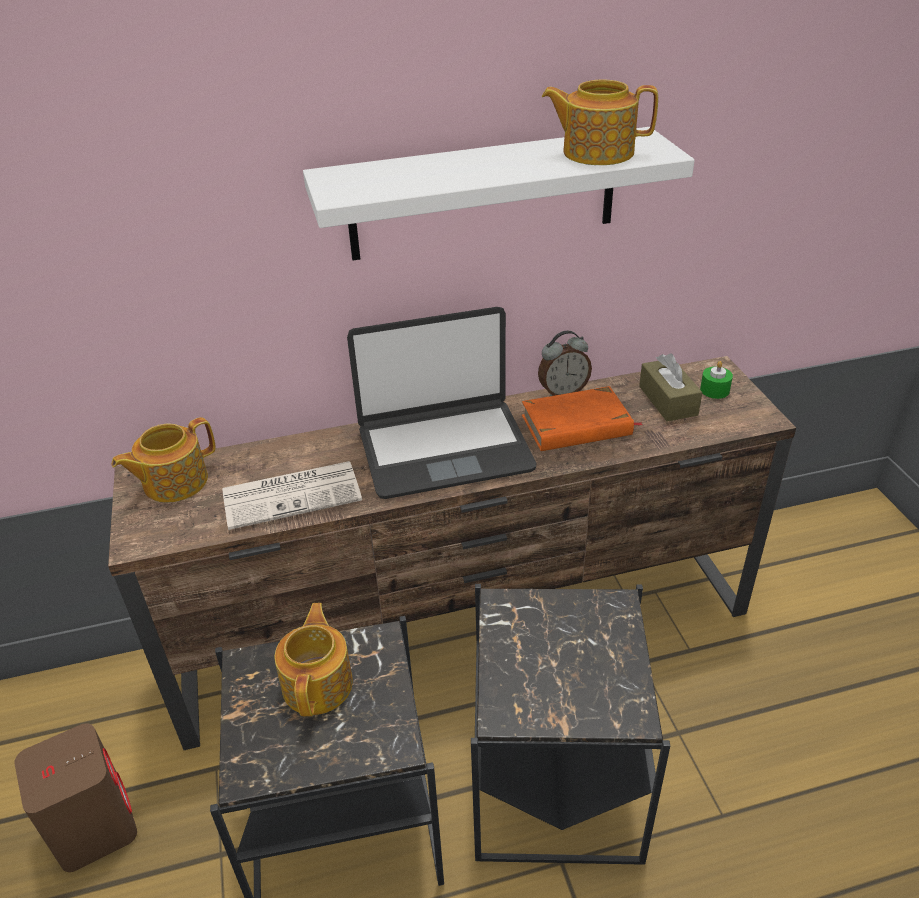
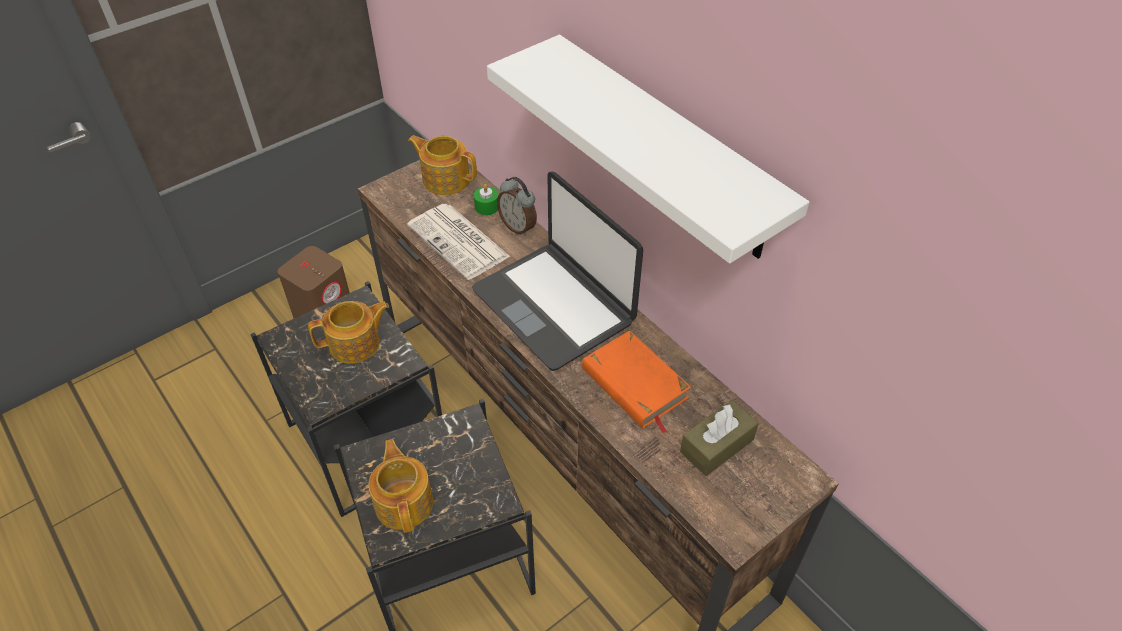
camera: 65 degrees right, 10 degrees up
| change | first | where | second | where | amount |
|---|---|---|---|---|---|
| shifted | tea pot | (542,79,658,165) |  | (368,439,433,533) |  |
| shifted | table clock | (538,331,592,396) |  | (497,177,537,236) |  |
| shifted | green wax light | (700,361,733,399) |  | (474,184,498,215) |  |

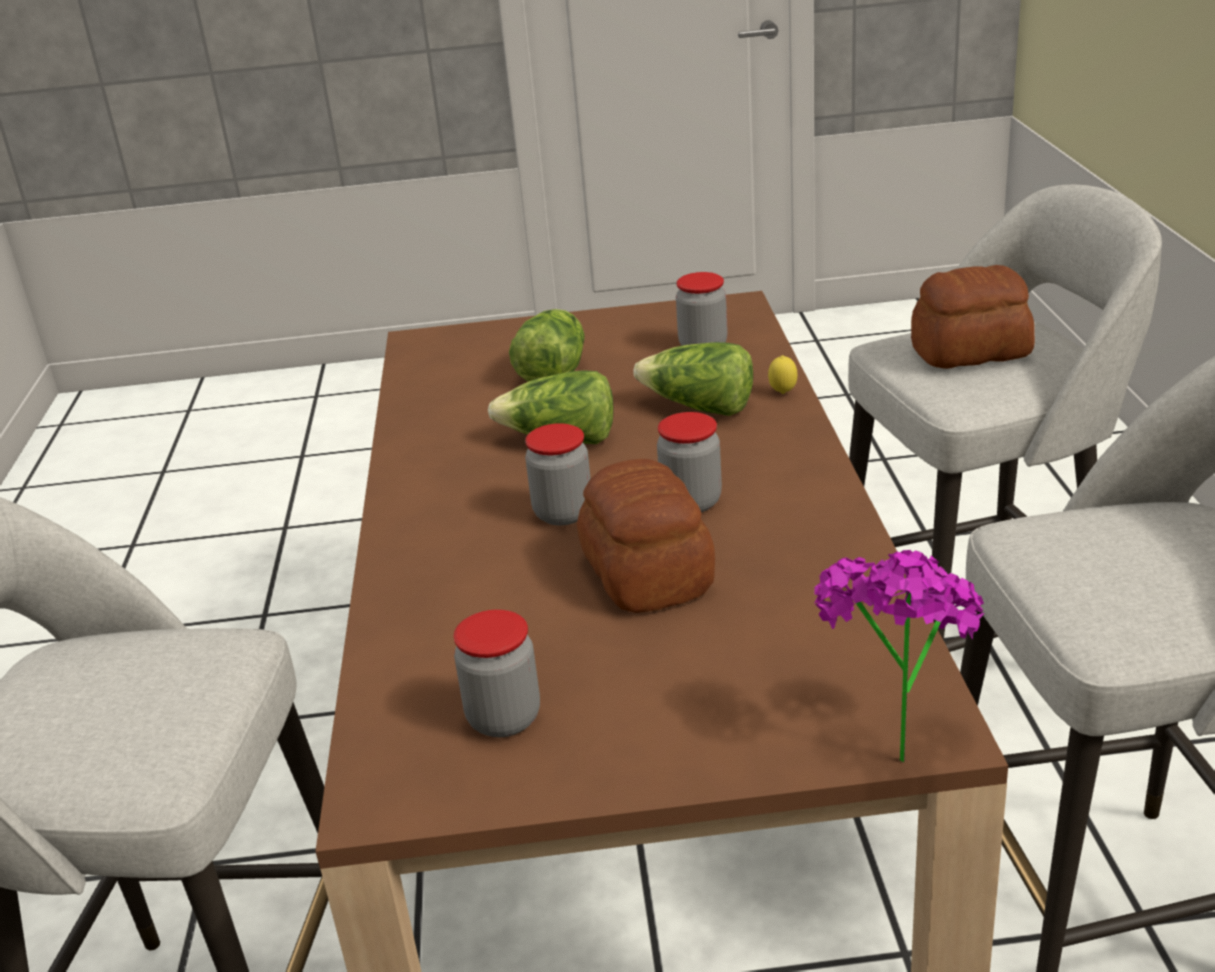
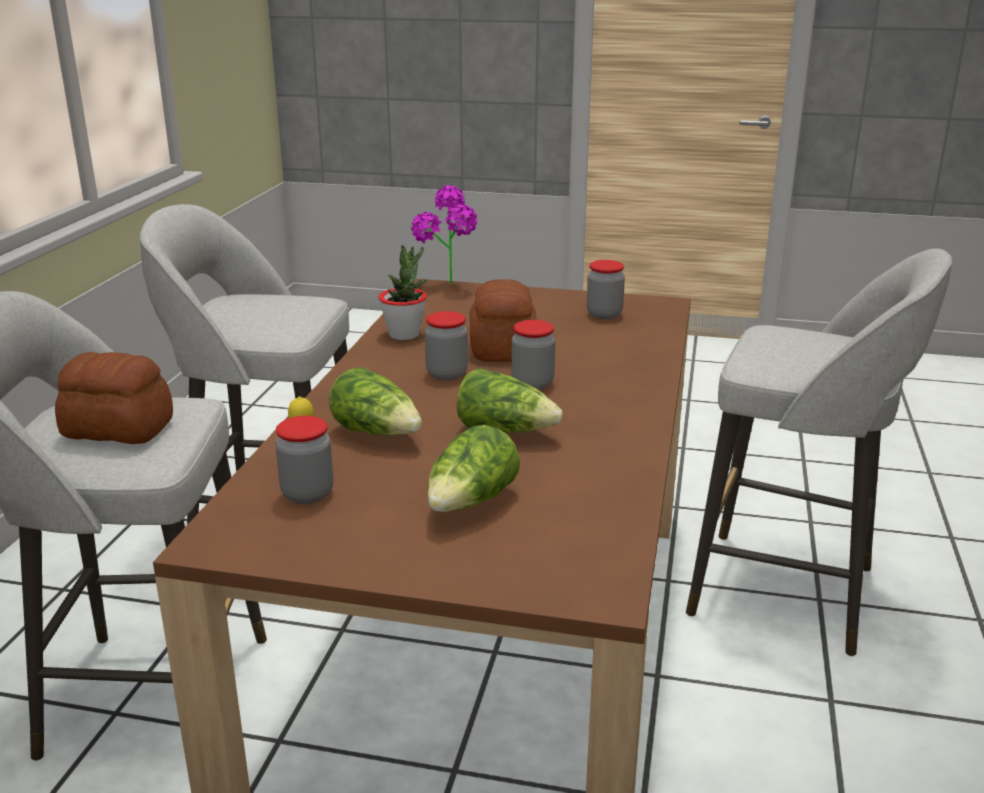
camera: 165 degrees left, 5 degrees down
| change | first | where | second | where | amount |
|---|---|---|---|---|---|
| new |  |  | potted plant | (378,245,427,340) |  |

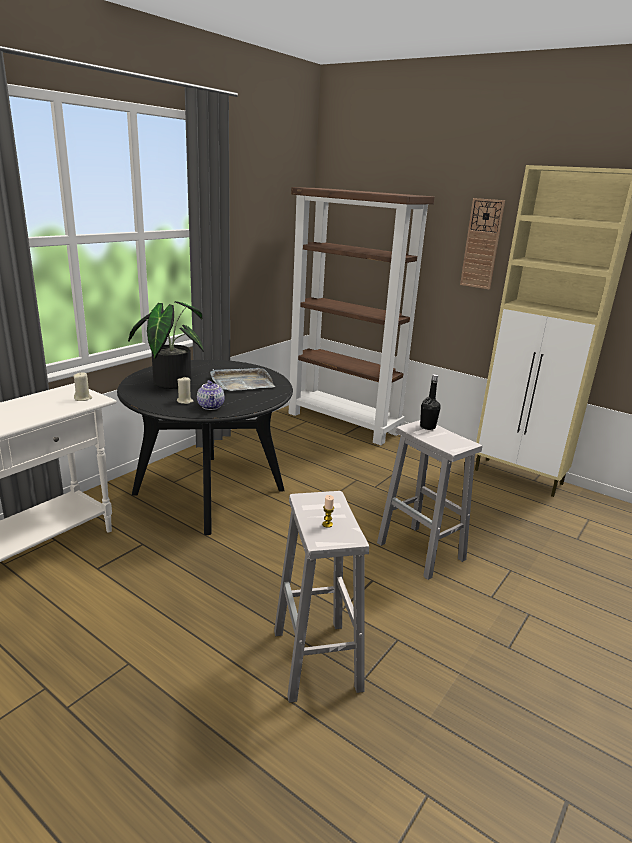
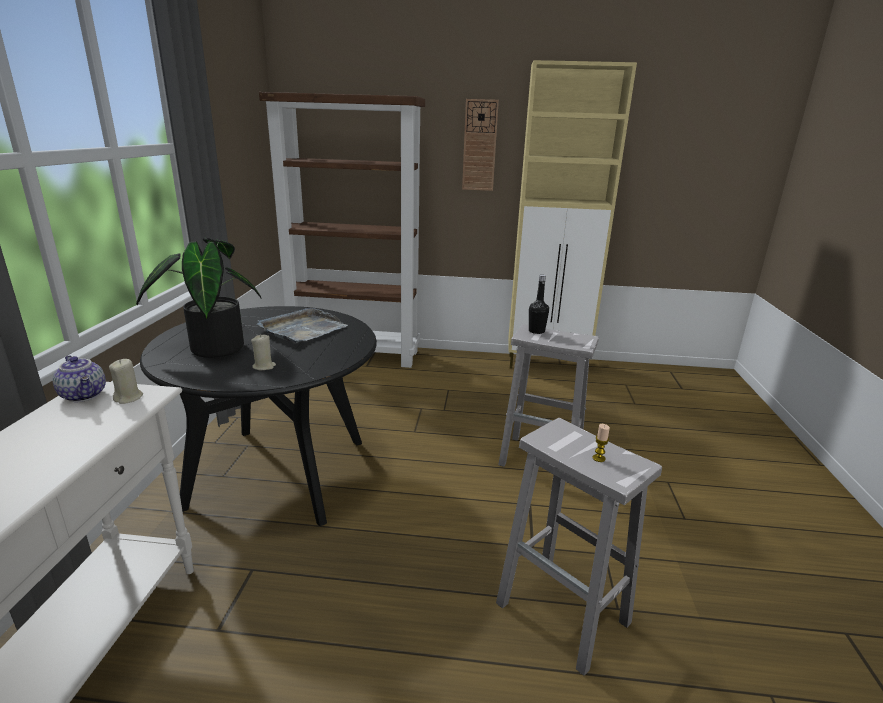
camera: 30 degrees left, 0 degrees up
| change | first | where | second | where | amount |
|---|---|---|---|---|---|
| shifted | tea pot | (197,380,225,410) |  | (53,355,106,402) |  |

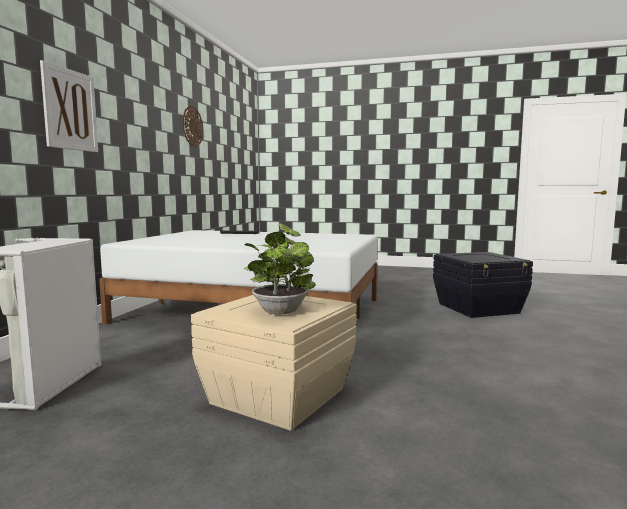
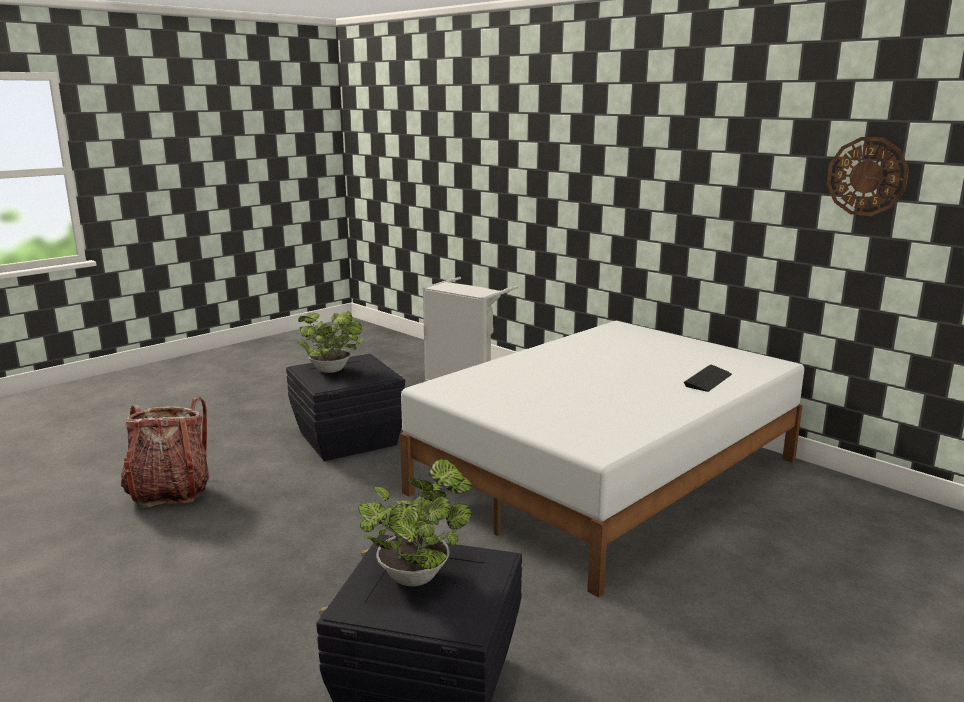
camera: 120 degrees right, 10 degrees up
| change | first | where | second | where | amount |
|---|---|---|---|---|---|
| gone | picture | (40,60,98,152) |  |  |  |
| repainted | sand-coloured storage box | (191,295,357,431) | blackish storage box | (286,354,405,461) |  |
| new |  |  | rucksack | (121,397,209,508) |  |
| new |  |  | potted plant | (358,459,472,586) |  |

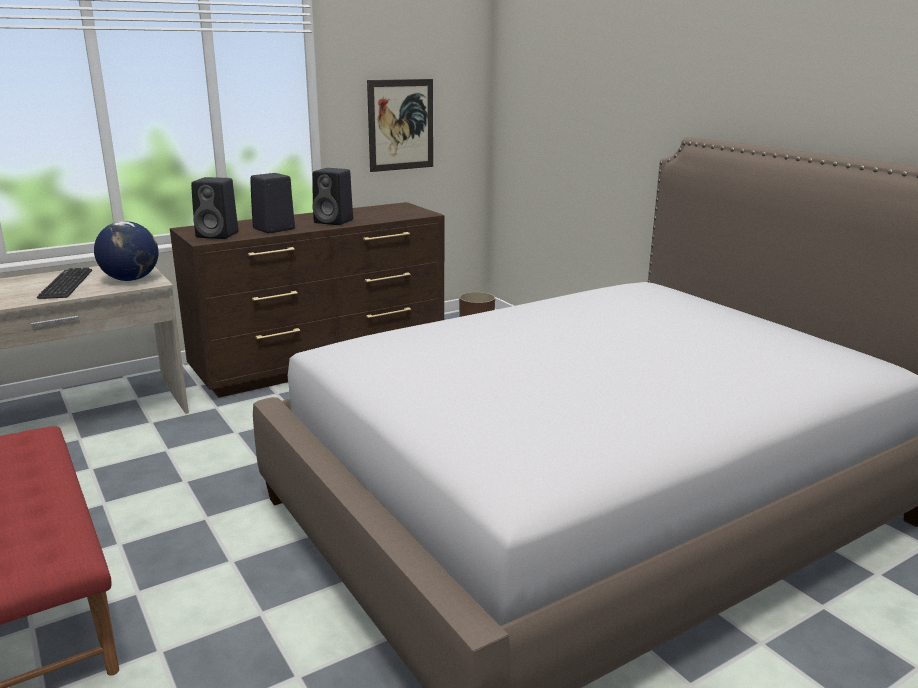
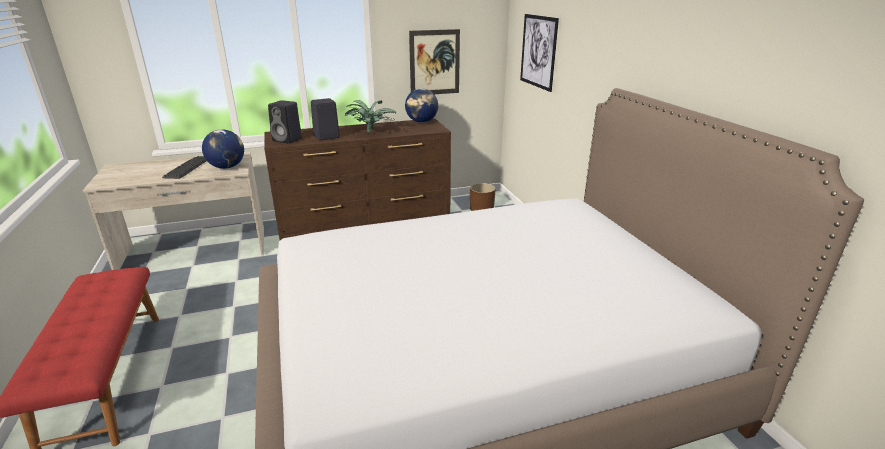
camera: 15 degrees right, 5 degrees up
| change | first | where | second | where | amount |
|---|---|---|---|---|---|
| swapped | blackish loudspeaker | (312,168,353,225) | potted plant | (344,100,396,134) |  |
| new |  |  | picture | (520,14,559,92) |  |
| new |  |  | globe | (405,88,438,123) |  |

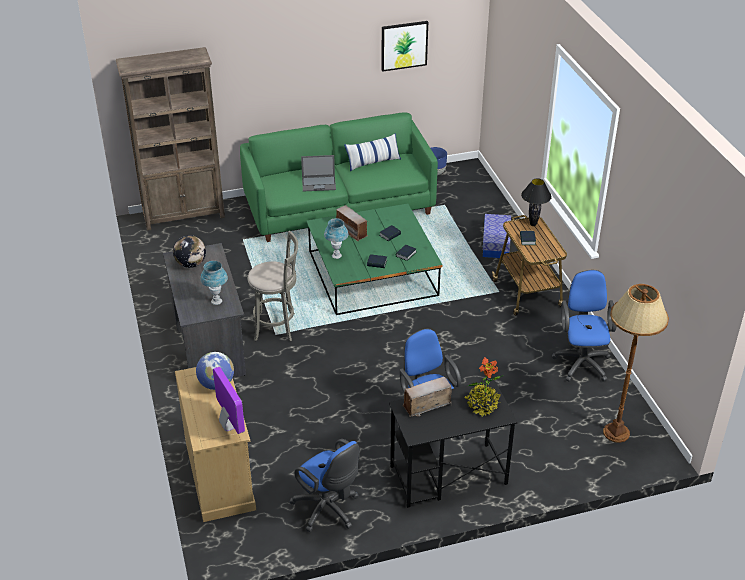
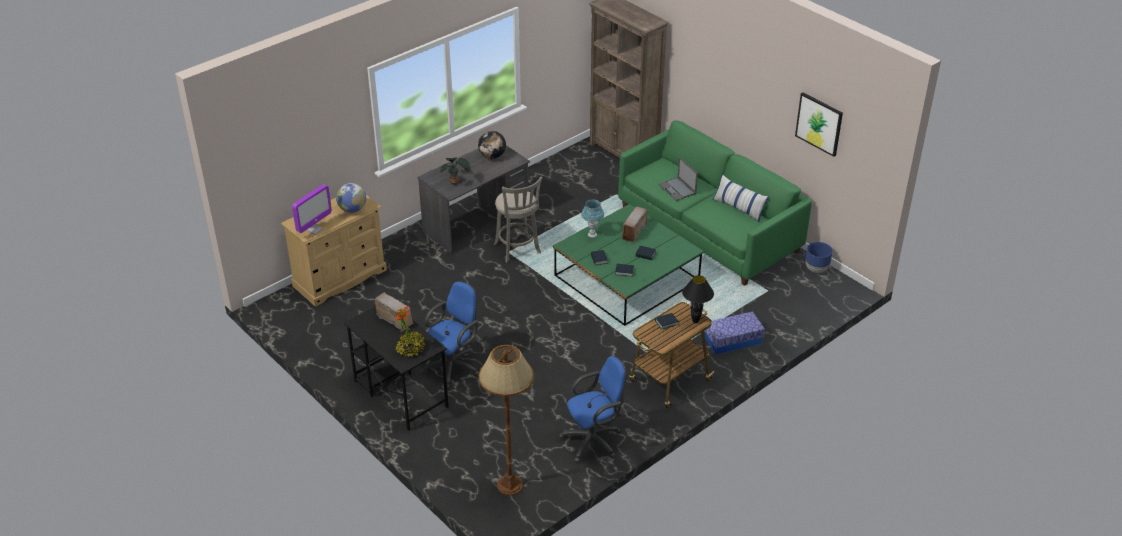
camera: 65 degrees right, 0 degrees up
| change | first | where | second | where | amount |
|---|---|---|---|---|---|
| swapped | bluish tabletop lamp | (200,261,228,305) | potted plant | (440,157,471,185) |  |
| gone | bluish office chair | (289,439,360,532) |  |  |  |

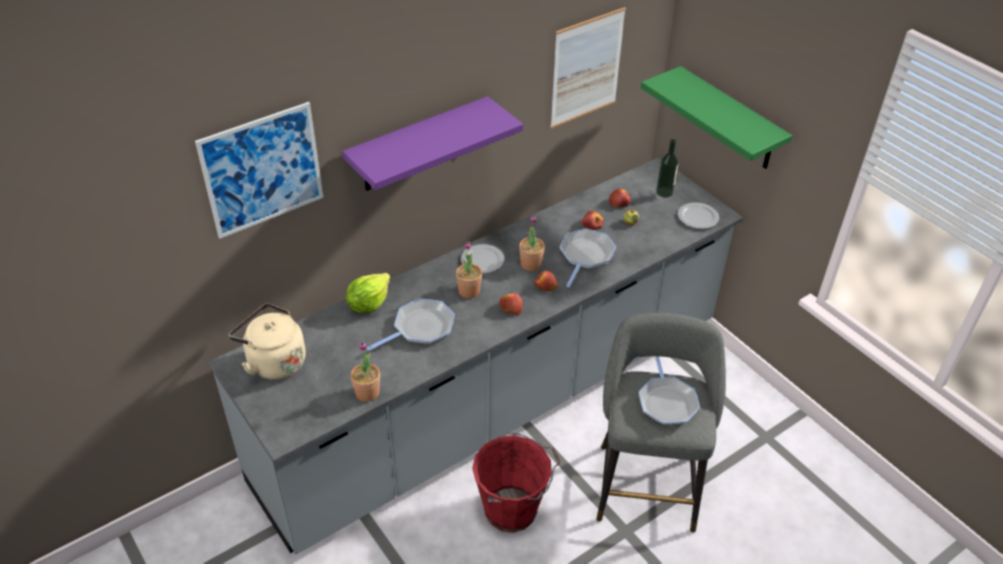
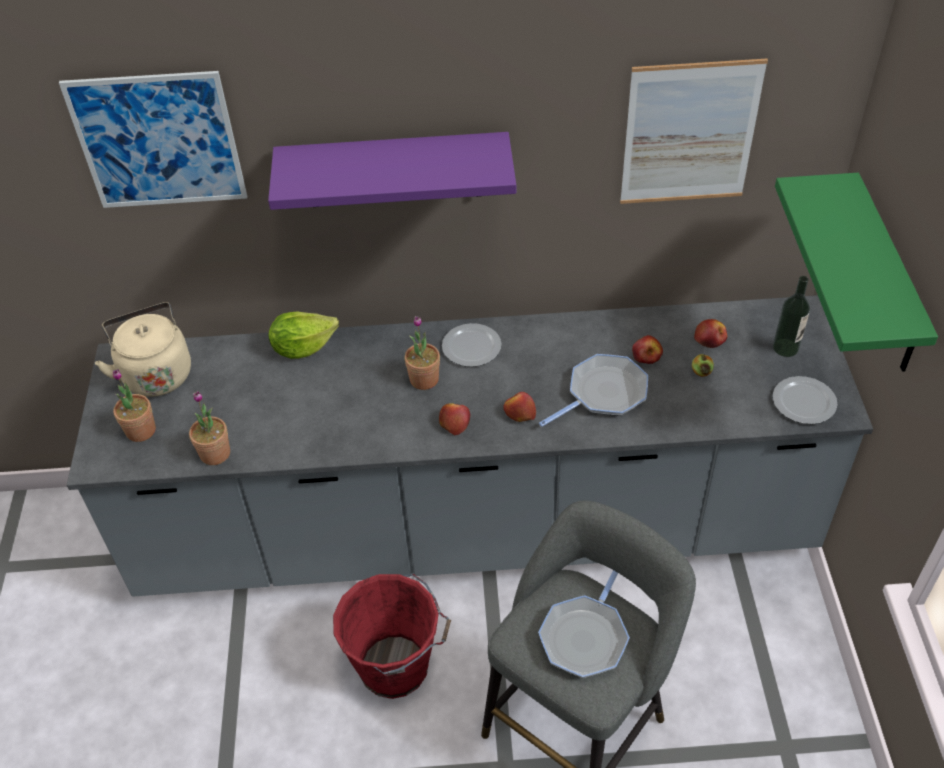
camera: 35 degrees right, 5 degrees up
| change | first | where | second | where | amount |
|---|---|---|---|---|---|
| shifted | potted plant | (519,215,545,271) |  | (113,369,156,442) |  |
| gone | skillet | (367,299,455,351) |  |  |  |

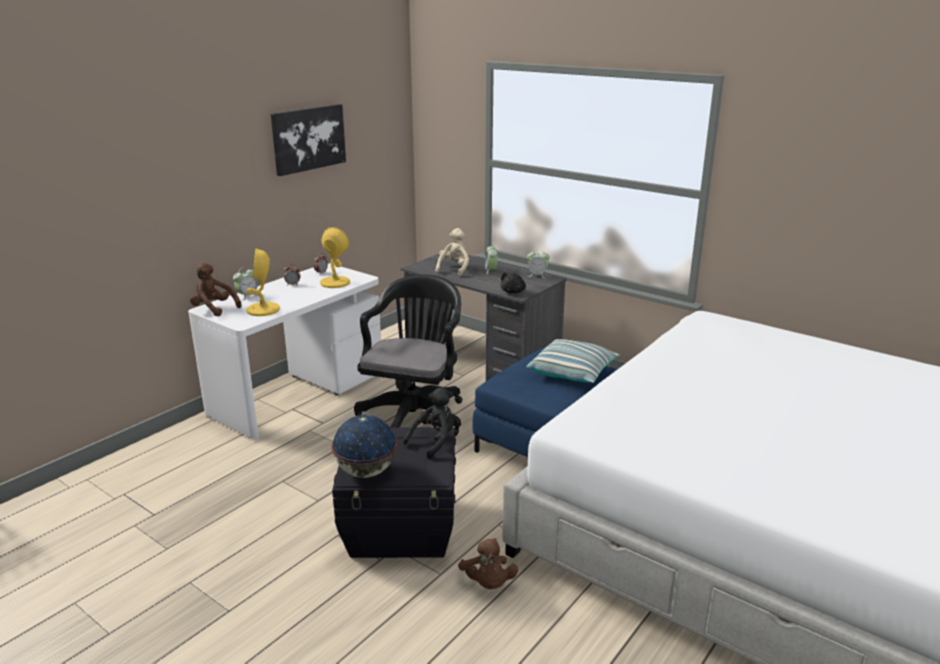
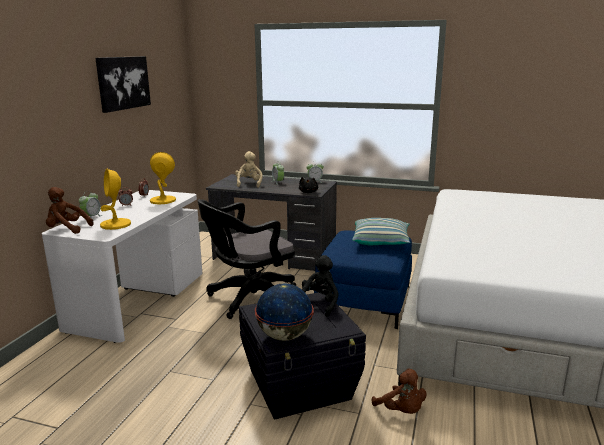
camera: 20 degrees left, 5 degrees down
| change | first | where | second | where | amount |
|---|---|---|---|---|---|
| rotated | blackish office chair | (354,275,462,436) |  | (197,199,296,319) | 120 degrees counterclockwise |

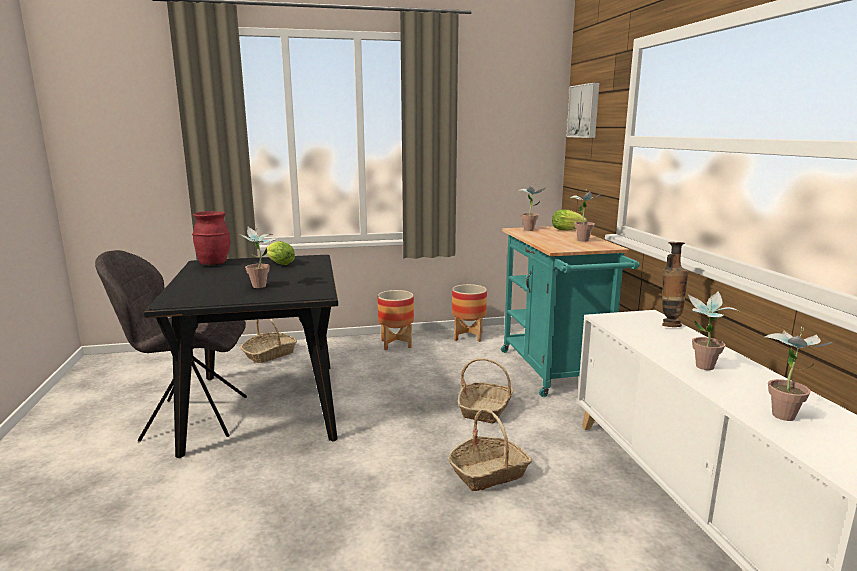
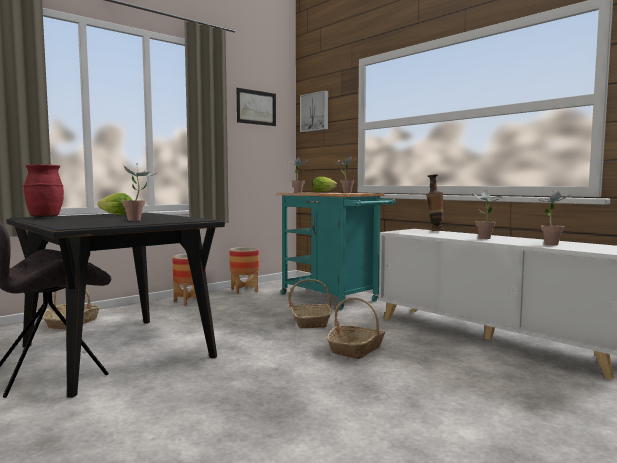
camera: 30 degrees left, 10 degrees down
| change | first | where | second | where | amount |
|---|---|---|---|---|---|
| new |  |  | picture | (237,88,276,126) |  |

